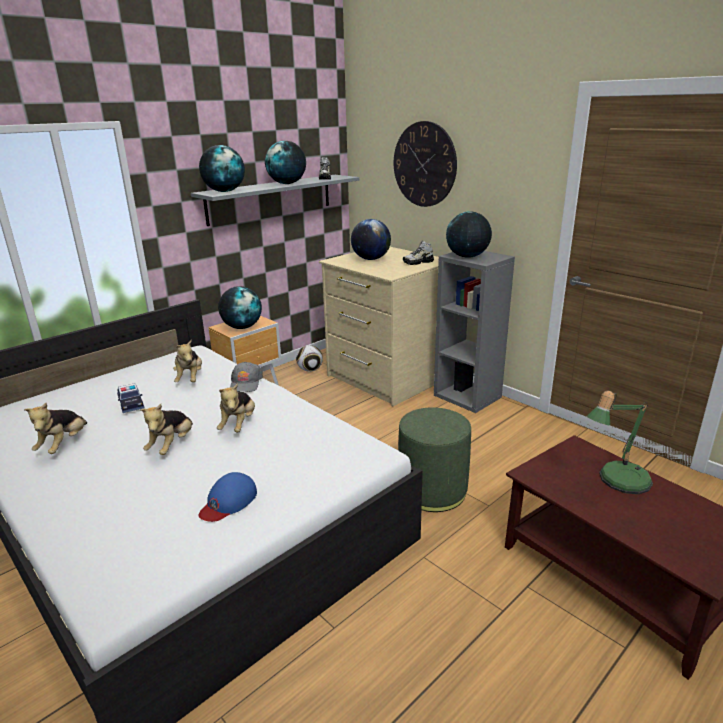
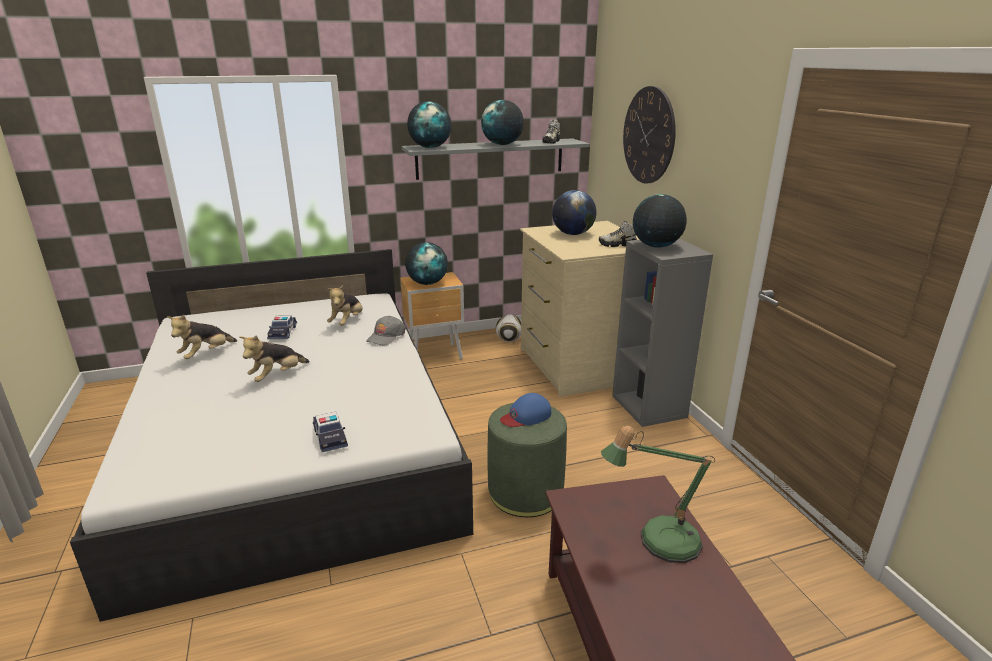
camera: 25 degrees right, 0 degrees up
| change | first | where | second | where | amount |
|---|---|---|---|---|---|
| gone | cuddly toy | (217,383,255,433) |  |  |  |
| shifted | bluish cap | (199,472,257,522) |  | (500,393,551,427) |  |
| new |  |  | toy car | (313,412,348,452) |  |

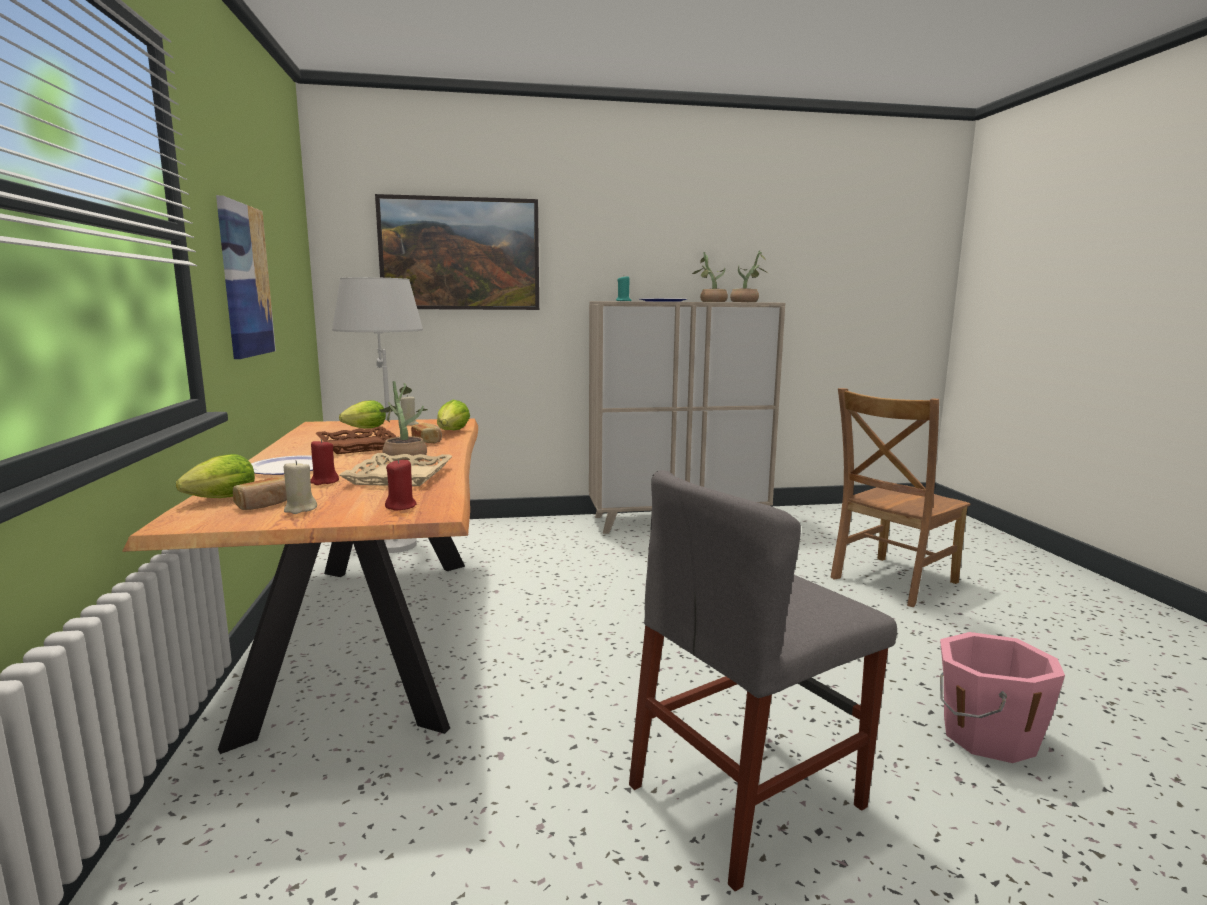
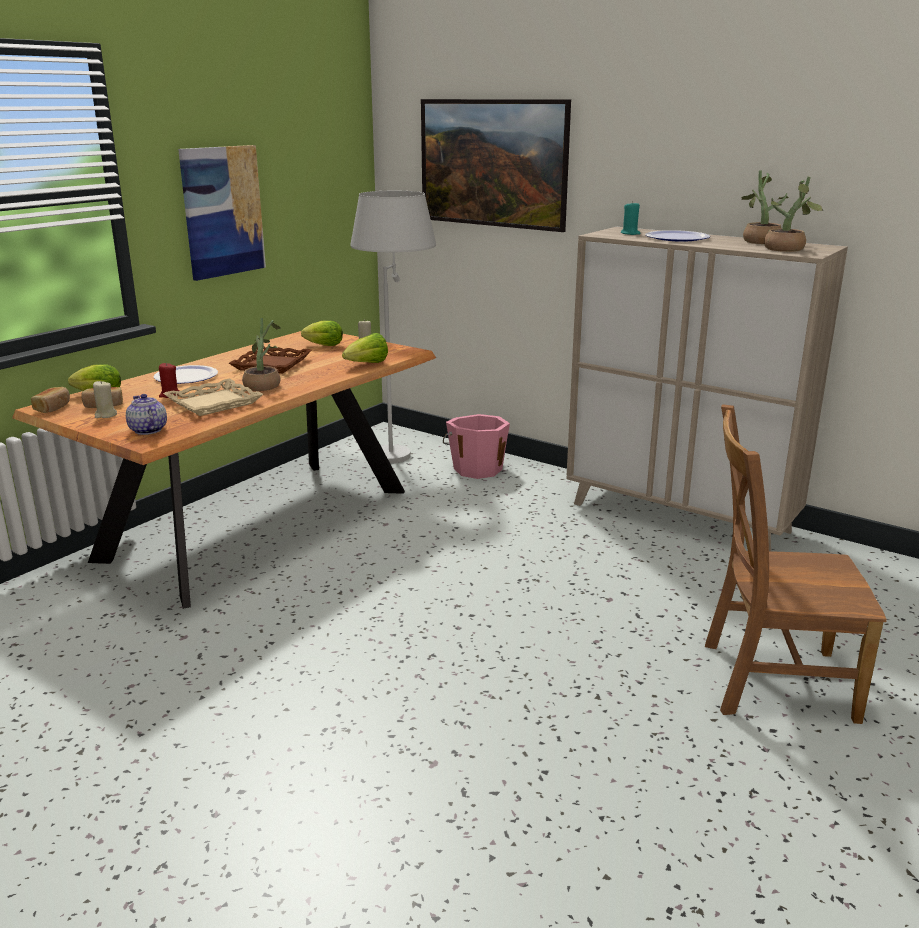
camera: 45 degrees right, 10 degrees up
| change | first | where | second | where | amount |
|---|---|---|---|---|---|
| shifted | bakery bread | (411,423,442,444) |  | (31,387,70,413) |  |
| swapped | red-coloured wax light | (385,459,417,510) | tea pot | (126,394,167,435) |  |
| gone | gray upright chair | (629,470,897,892) |  |  |  |
| shifted | pinkish bucket | (940,632,1065,763) |  | (443,414,510,479) |  |

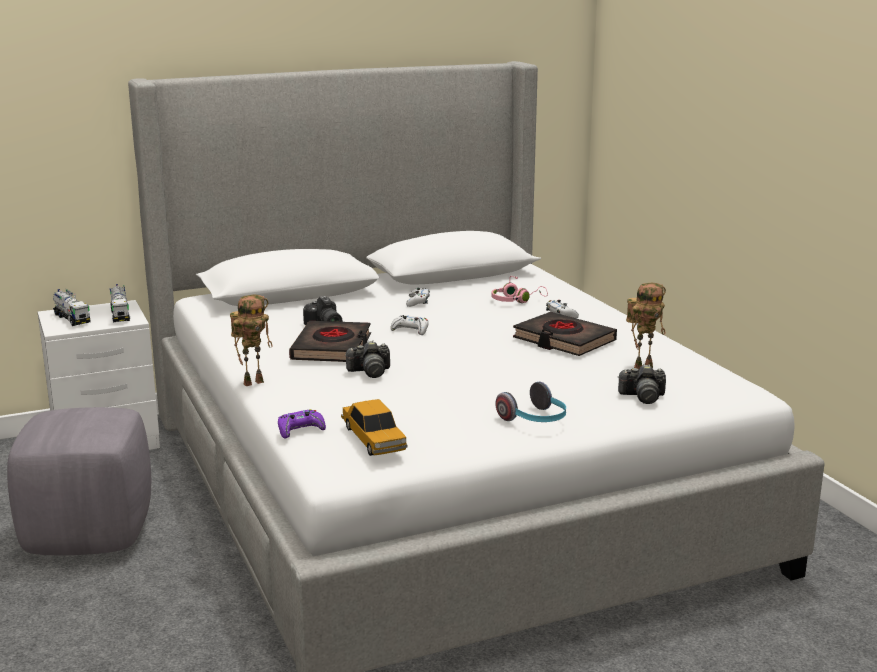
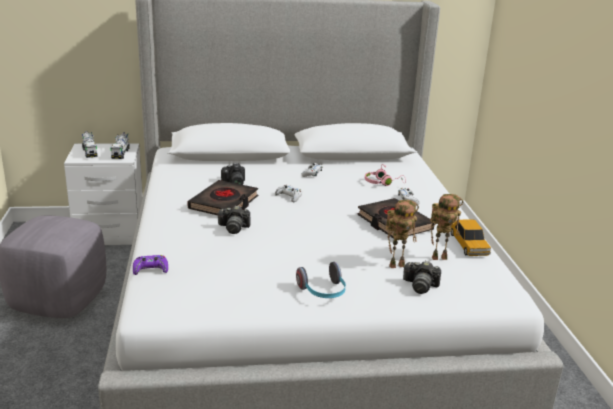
camera: 15 degrees right, 5 degrees up
| change | first | where | second | where | amount |
|---|---|---|---|---|---|
| shifted | model robot | (230,295,273,386) |  | (386,200,419,268) |  |
| shifted | toy car | (341,399,408,456) |  | (451,219,491,256) |  |

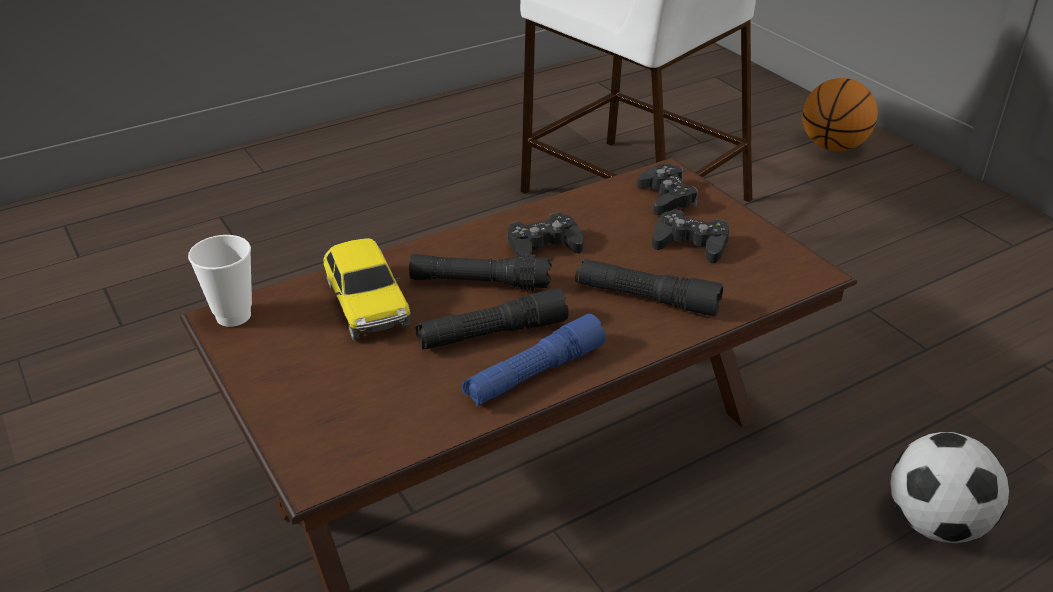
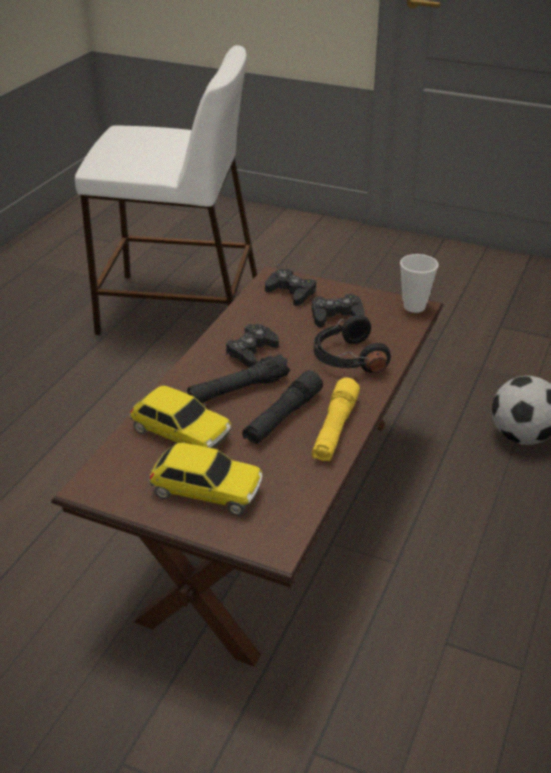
camera: 35 degrees left, 0 degrees up
| change | first | where | second | where | amount |
|---|---|---|---|---|---|
| gone | basketball ball | (802,78,878,151) |  |  |  |
| shifted | drinking cup | (188,235,252,327) |  | (400,254,438,313) |  |
| swapped | blackish hand torch | (575,259,723,316) | blackish headphones | (314,315,391,373) |  |
| repainted | bluish hand torch | (462,314,606,406) | yellowish hand torch | (312,378,360,462) |  |
| new |  |  | toy car | (148,443,262,516) |  |

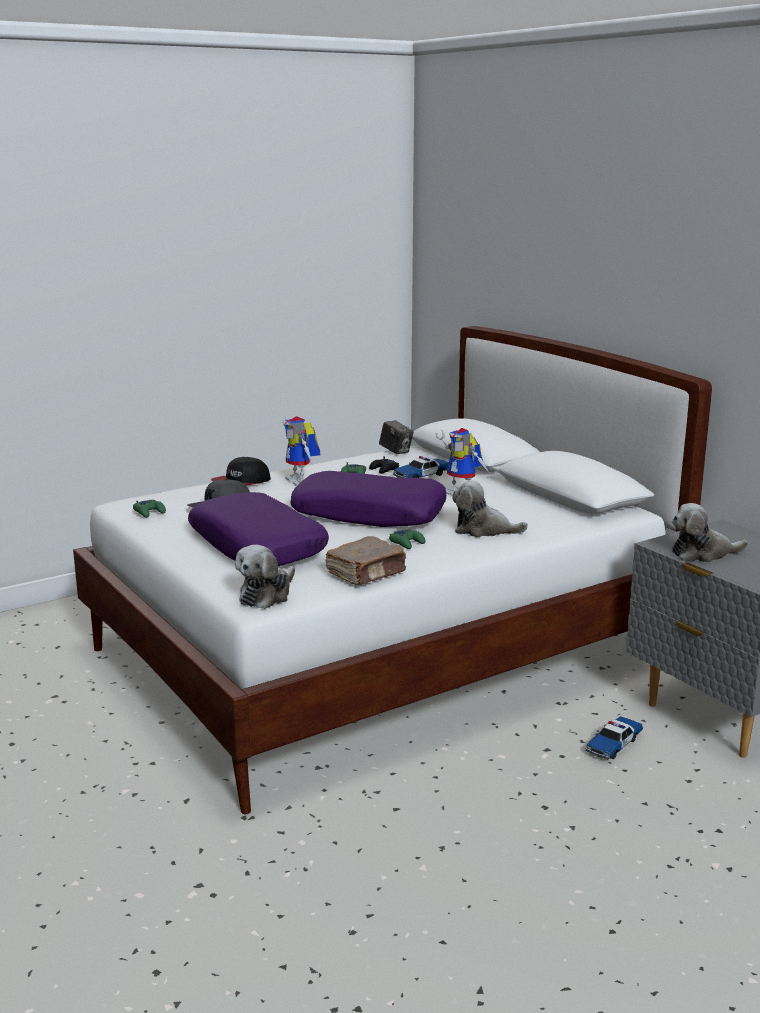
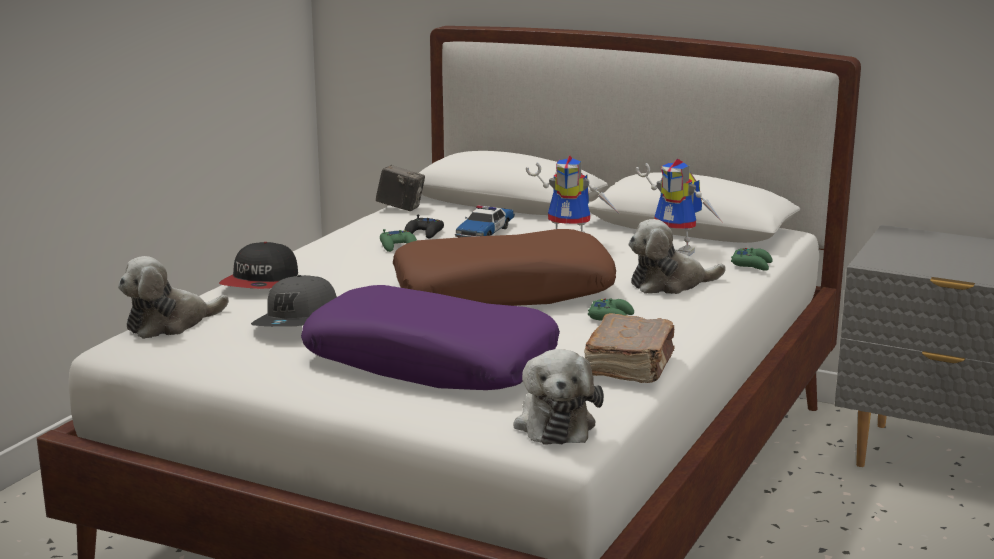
camera: 30 degrees left, 0 degrees up
| change | first | where | second | where | amount |
|---|---|---|---|---|---|
| shifted | model robot | (283,417,320,486) |  | (636,159,724,256) |  |
| repainted | purple pillow | (290,471,446,527) | brown pillow | (393,229,616,306) |  |
| shifted | green gamepad | (133,500,166,517) |  | (731,248,773,271) |  |
| shifted | cuddly toy | (672,503,748,562) |  | (118,256,229,339) |  |
| gone | toy car | (585,716,643,759) |  |  |  |

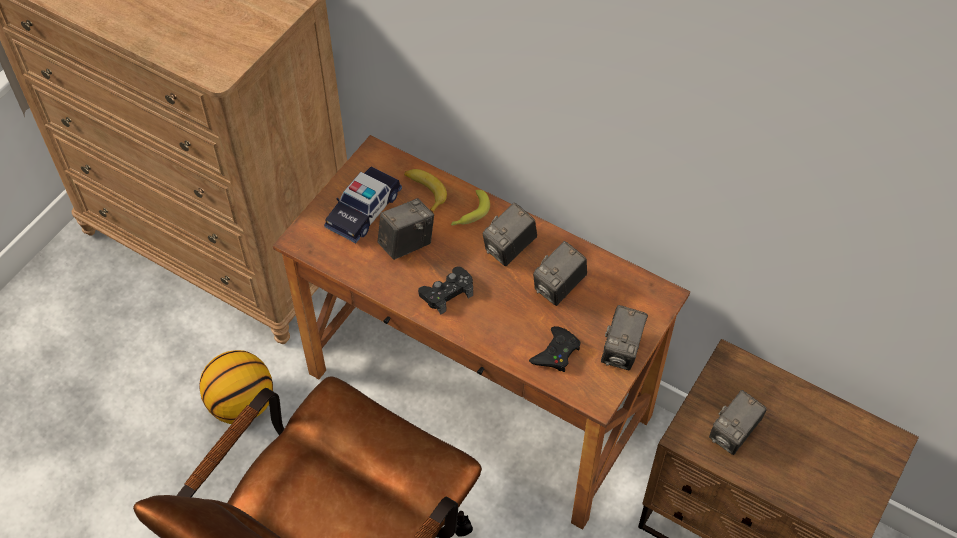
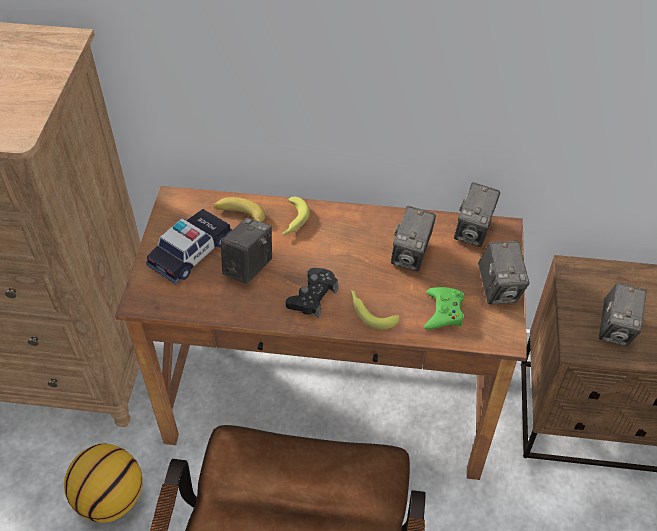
camera: 25 degrees left, 5 degrees down
| change | first | where | second | where | amount |
|---|---|---|---|---|---|
| rotated | toy car | (324,166,402,243) |  | (146,209,232,284) | 150 degrees counterclockwise |
| shifted | still camera | (482,202,537,266) |  | (454,182,500,247) |  |
| repainted | blackish gamepad | (529,326,580,372) | green gamepad | (424,287,465,330) |  |
| new |  |  | banana fruit | (351,290,399,330) |  |

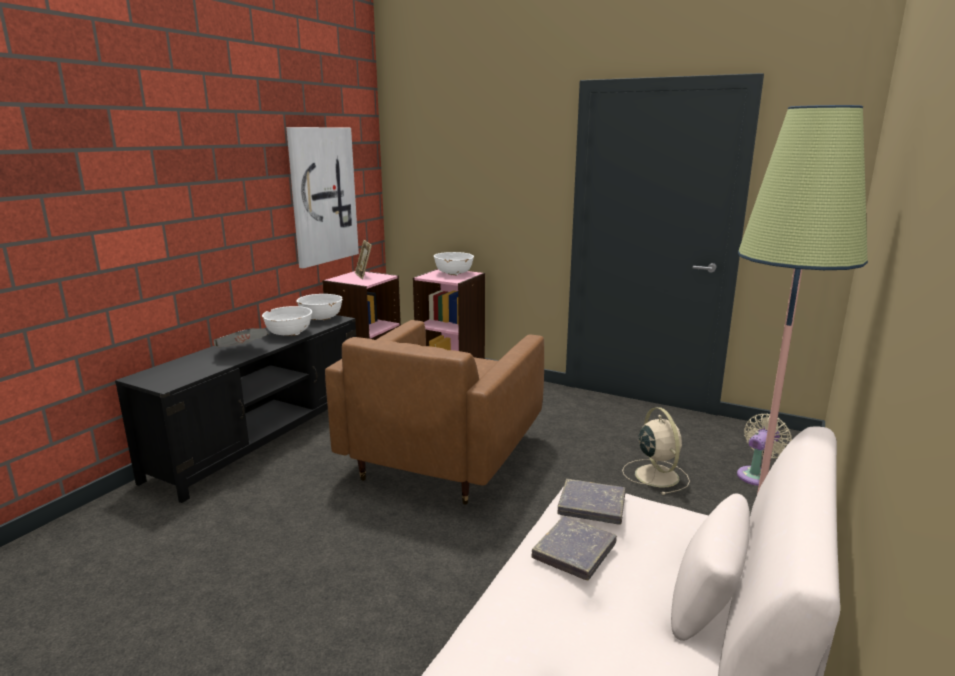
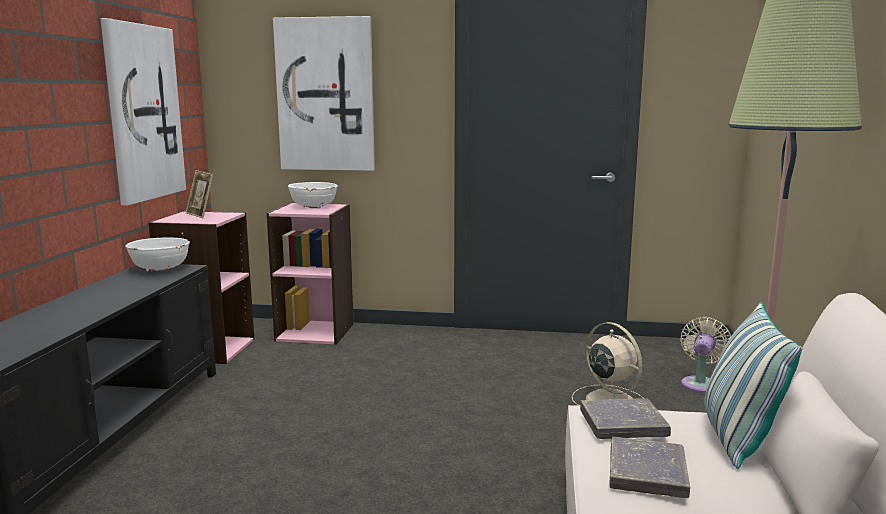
camera: 20 degrees left, 5 degrees down
| change | first | where | second | where | amount |
|---|---|---|---|---|---|
| gone | white bowl | (262,306,312,336) |  |  |  |
| gone | brown lounge chair | (325,320,544,505) |  |  |  |
| gone | newspaper | (213,328,268,347) |  |  |  |
| new |  |  | picture | (273,16,375,171) |  |
| new |  |  | pillow | (704,302,802,469) |  |

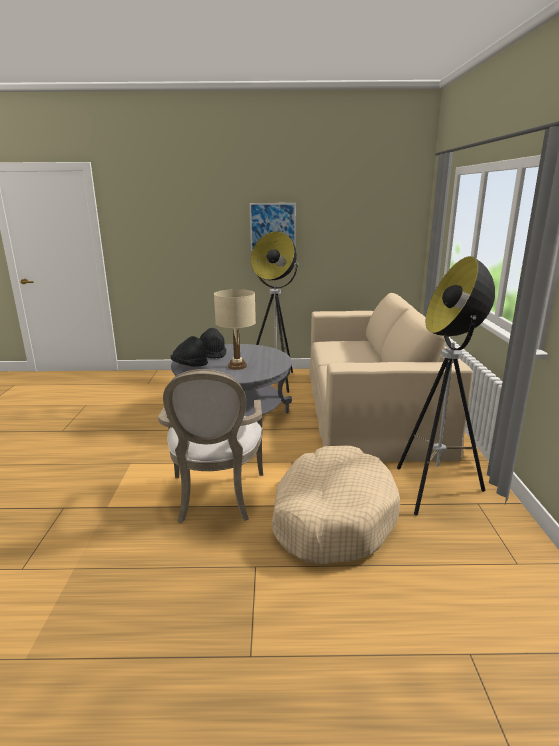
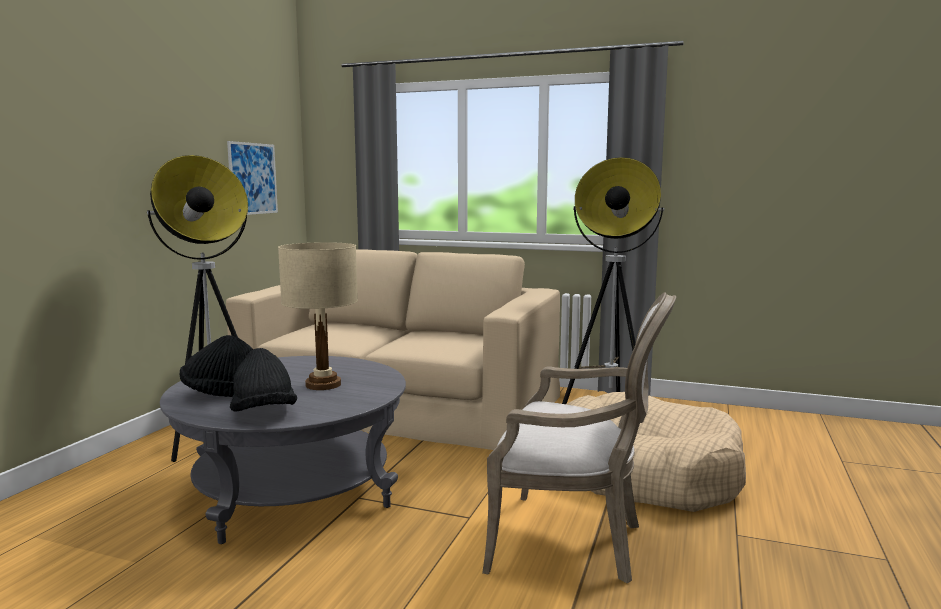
camera: 70 degrees left, 10 degrees down
| change | first | where | second | where | amount |
|---|---|---|---|---|---|
| shifted | picture | (250,203,296,251) |  | (227,141,278,215) |  |

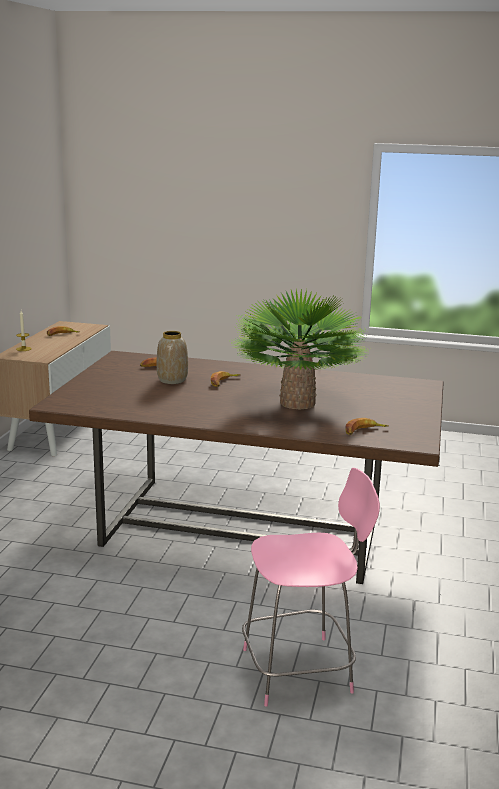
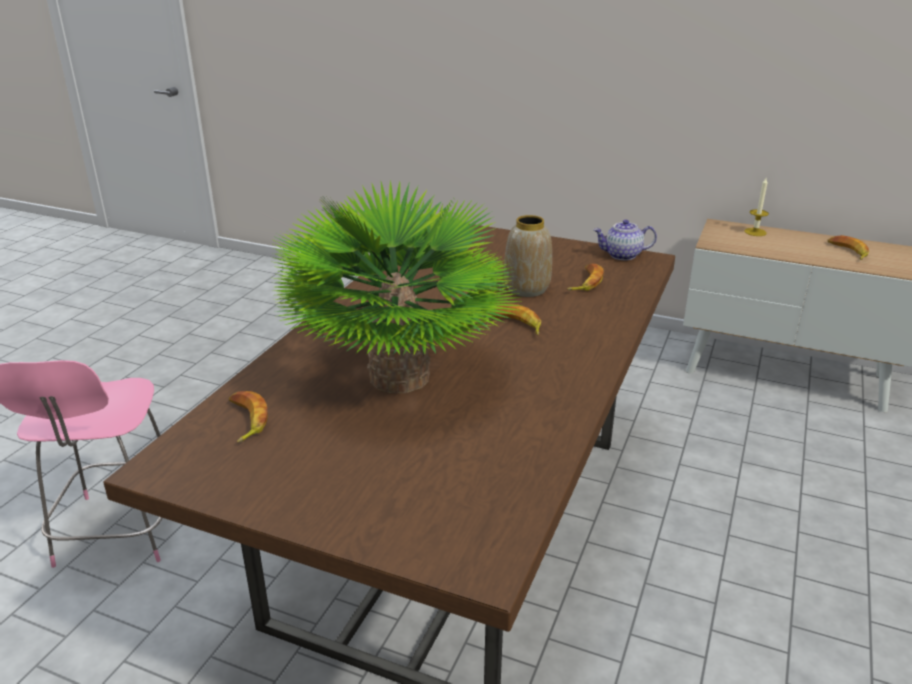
camera: 100 degrees right, 10 degrees up
| change | first | where | second | where | amount |
|---|---|---|---|---|---|
| new |  |  | tea pot | (593,219,657,260) |  |

